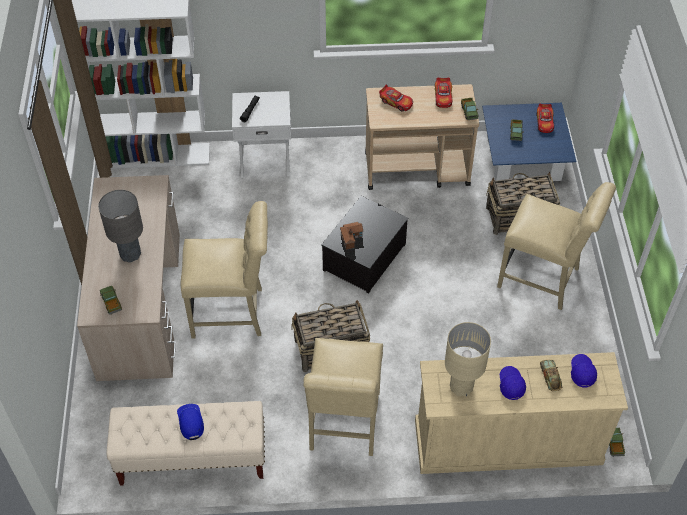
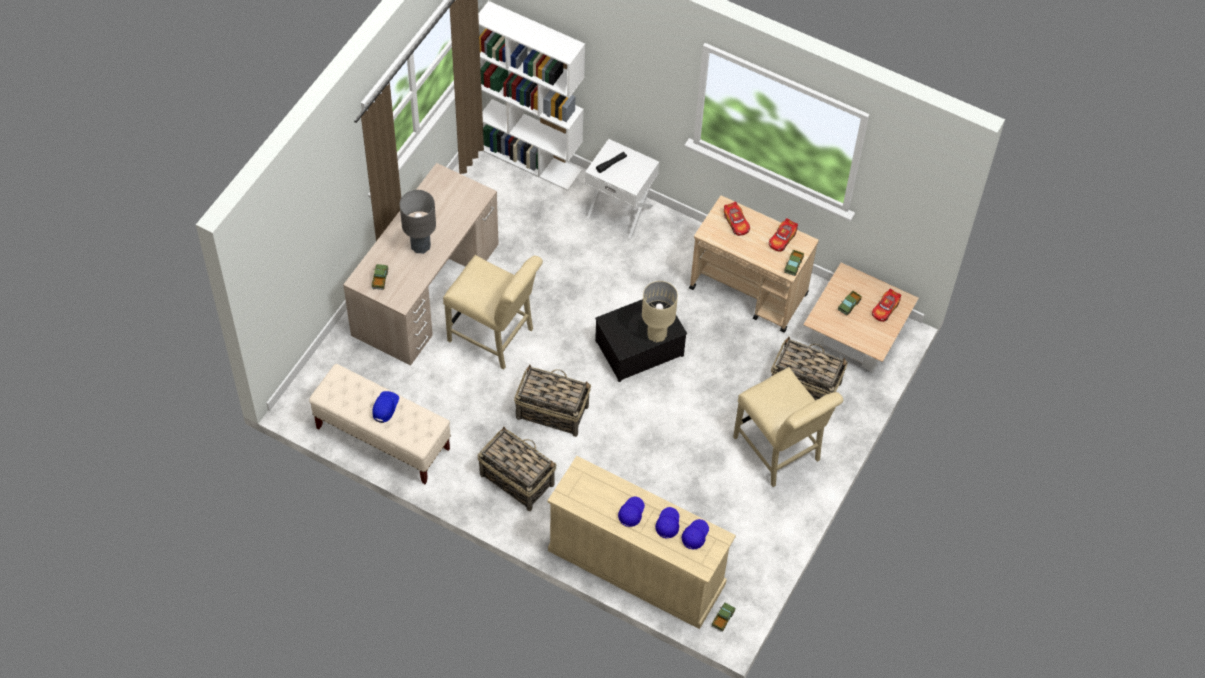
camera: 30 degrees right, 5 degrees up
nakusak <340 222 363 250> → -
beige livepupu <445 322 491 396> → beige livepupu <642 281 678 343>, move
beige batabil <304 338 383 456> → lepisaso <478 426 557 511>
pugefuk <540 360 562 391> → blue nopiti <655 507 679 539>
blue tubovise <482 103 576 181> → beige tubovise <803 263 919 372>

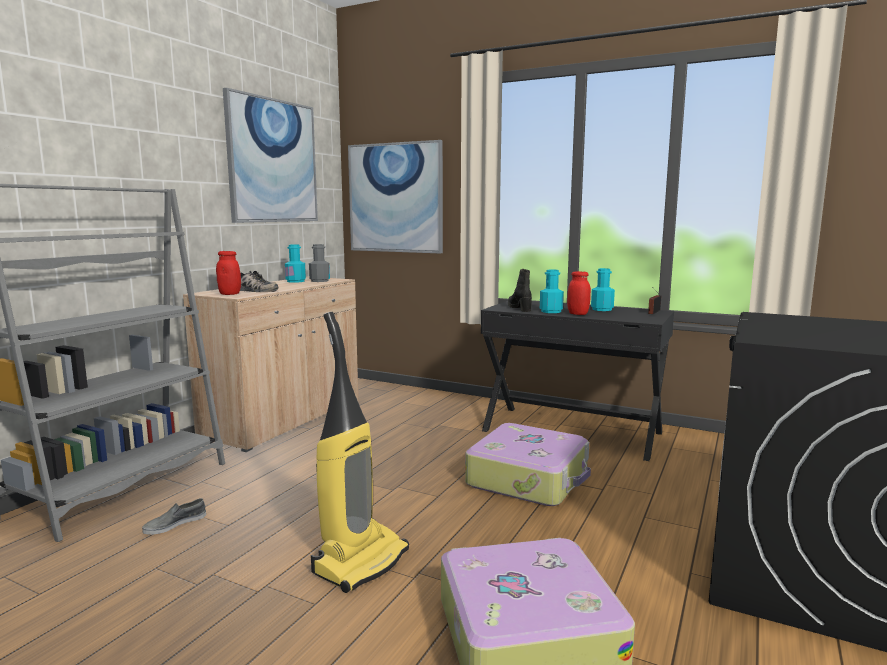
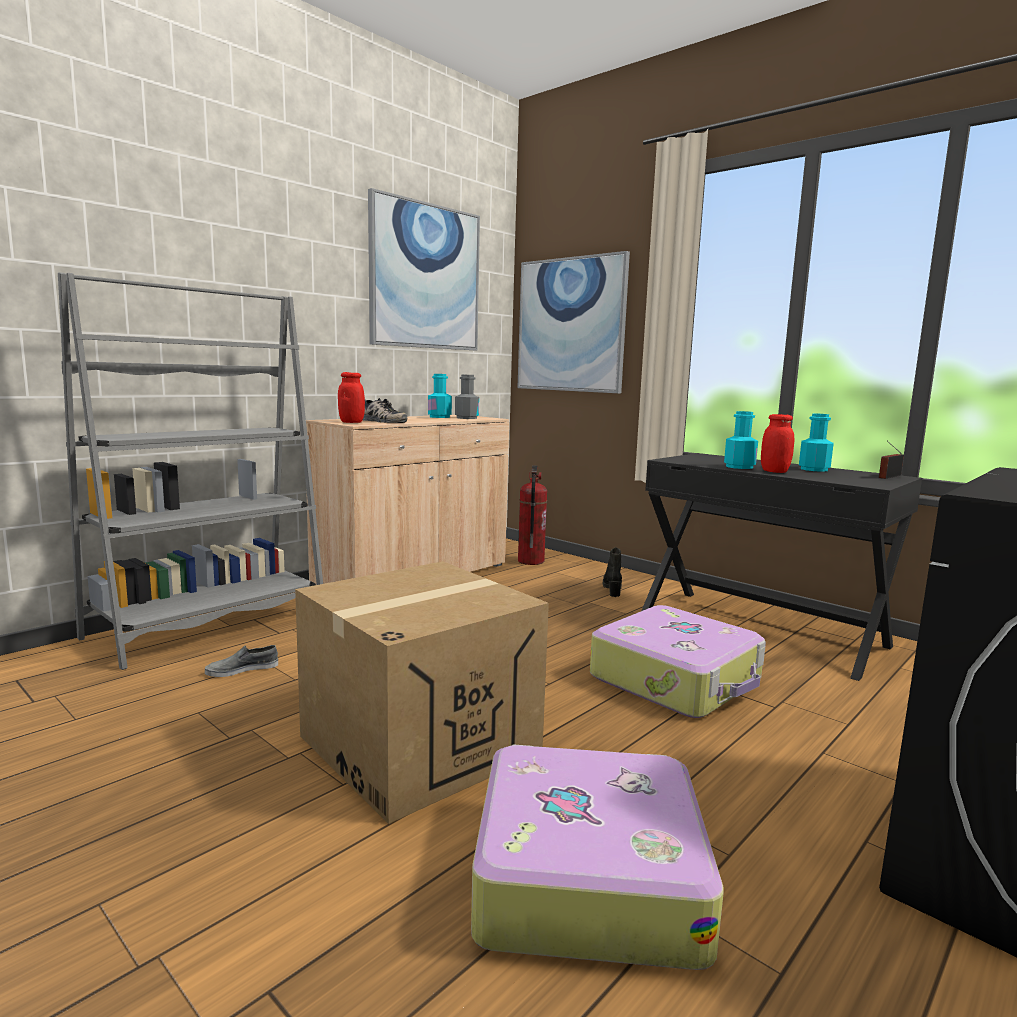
camera: 15 degrees right, 0 degrees up
- → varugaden <518 465 547 565>
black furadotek <508 269 532 312> → black furadotek <603 547 622 597>, move
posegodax <311 312 409 593> → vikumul <295 561 549 824>

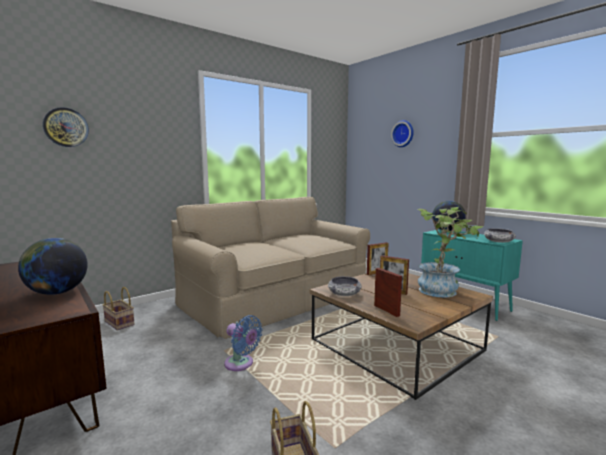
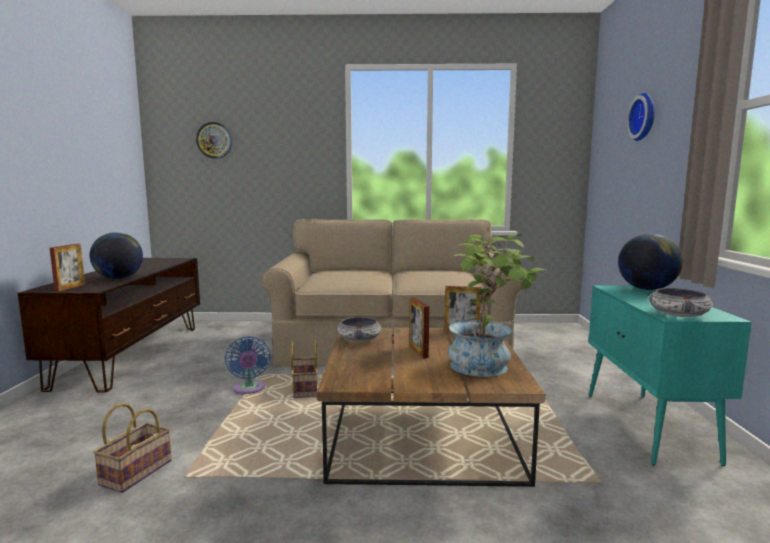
camera: 40 degrees right, 0 degrees up
lepisaso <102 287 135 331> → lepisaso <291 341 318 398>, move
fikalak <374 268 402 317> → fikalak <50 244 85 292>, move

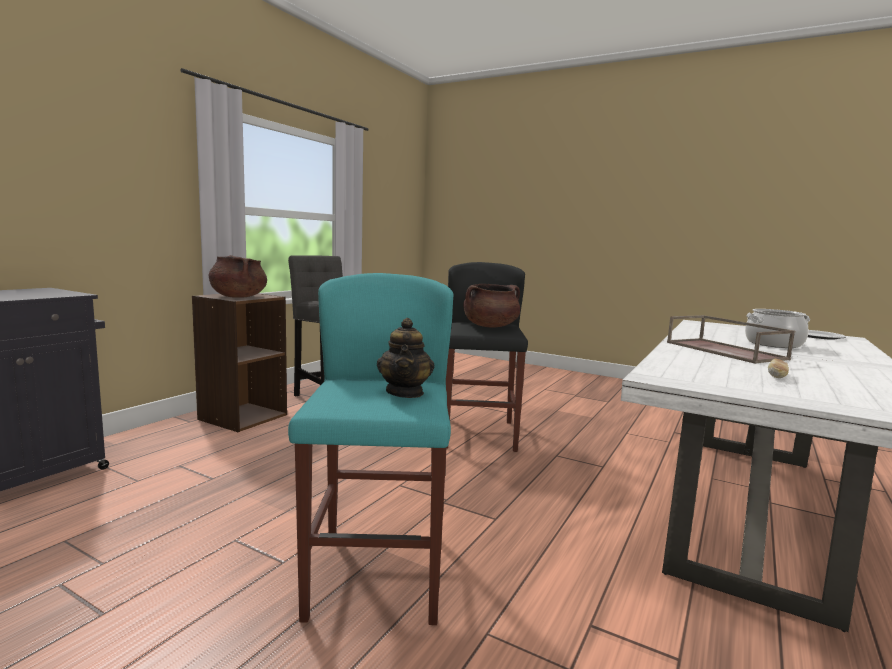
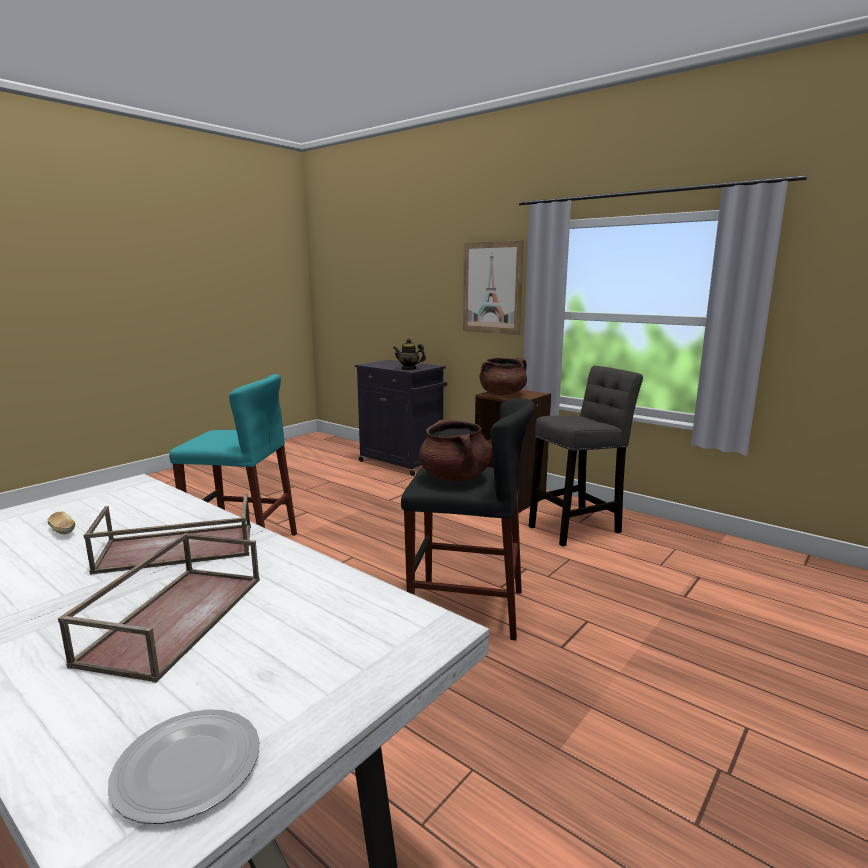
camera: 100 degrees right, 5 degrees up
- → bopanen <463 240 524 335>
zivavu <377 318 434 398> → zivavu <393 339 426 370>, move
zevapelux <745 309 810 348> → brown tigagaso <58 533 260 683>

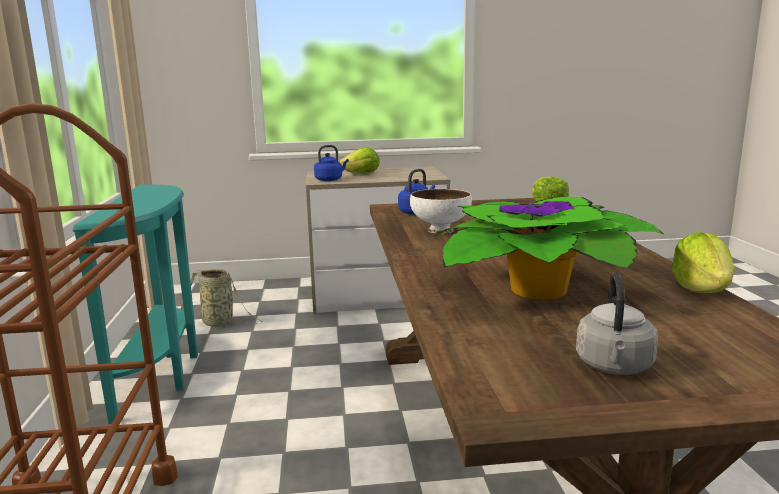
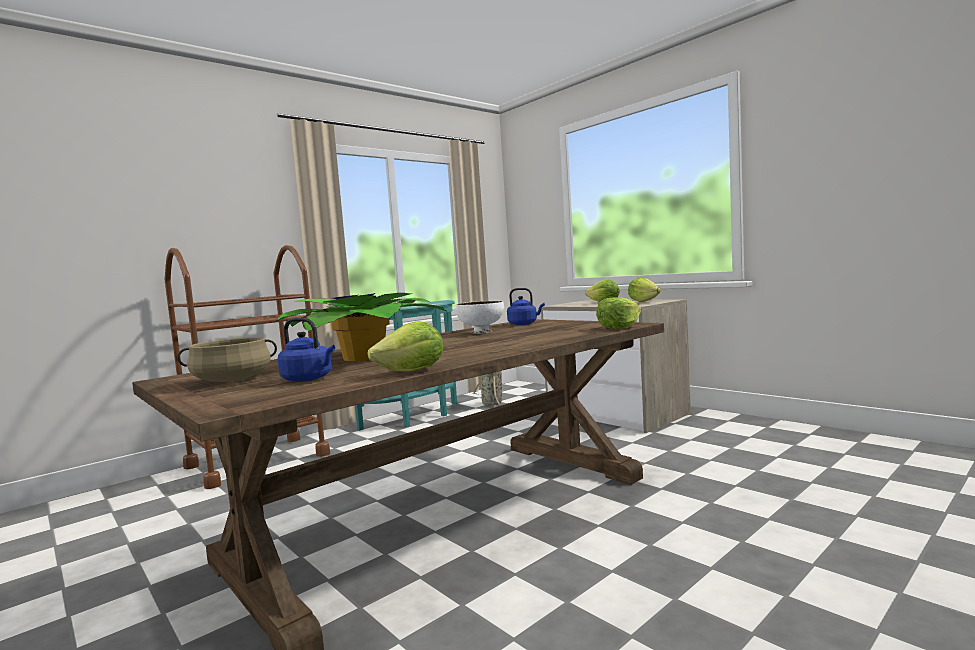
camera: 55 degrees right, 10 degrees down
- → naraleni <628 278 661 302>
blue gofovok <314 145 349 181> → blue gofovok <278 318 335 382>, move
grey gofovok <576 272 658 375> → beige zevapelux <177 337 277 382>

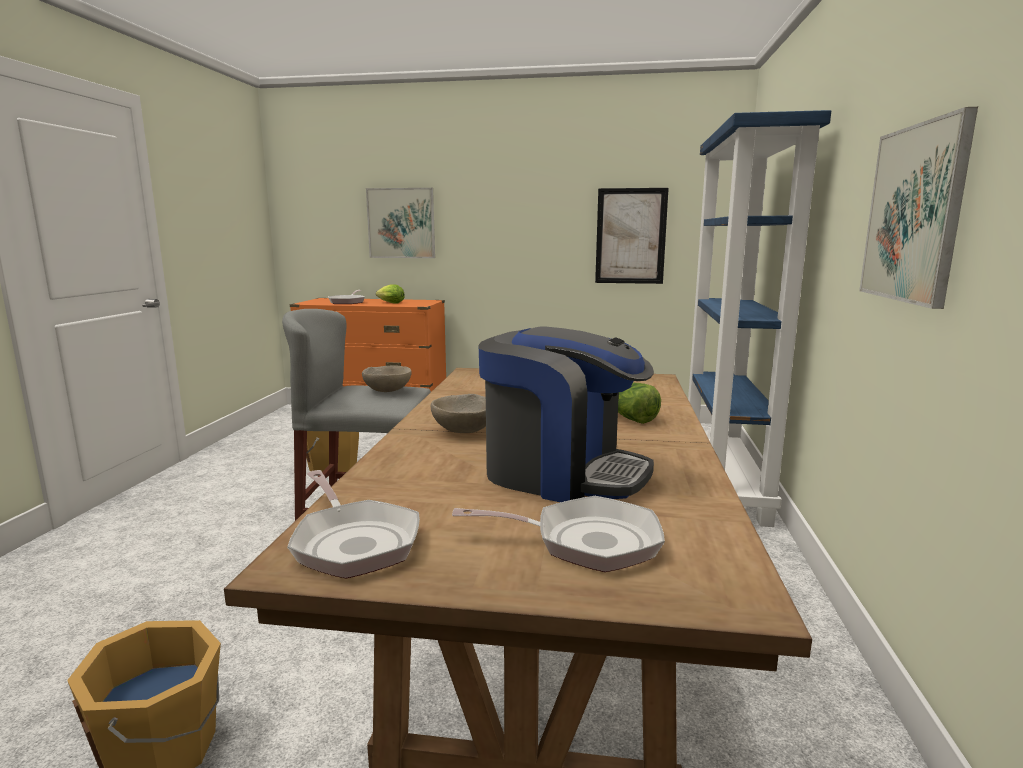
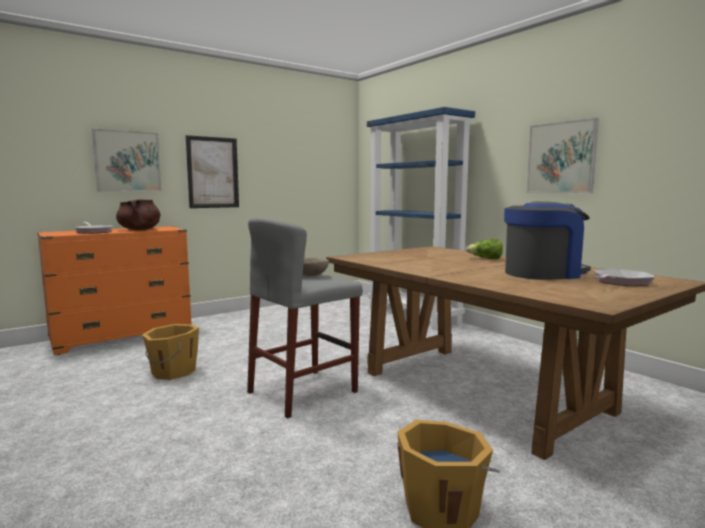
camera: 45 degrees left, 5 degrees down
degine <287 470 420 579> → -
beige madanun <431 394 486 433> → -
bopanen <595 188 669 284> → bopanen <186 135 239 208>, move
naraleni <376 284 405 304> → brown zevapelux <116 199 160 230>

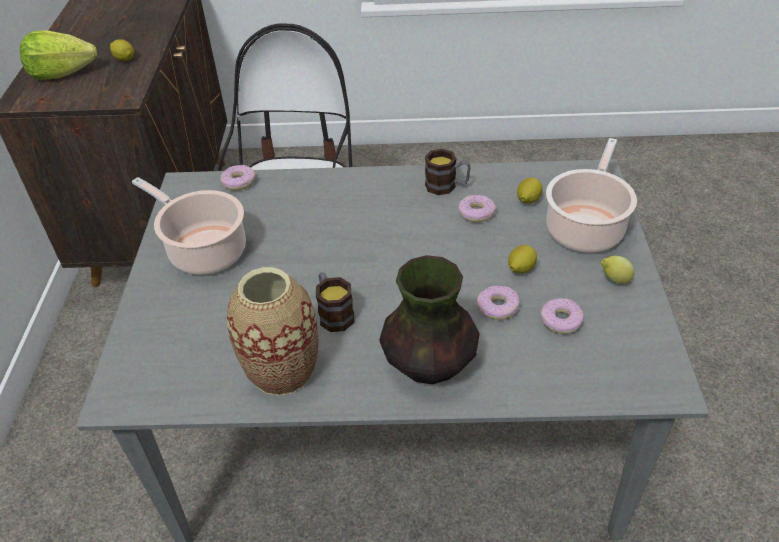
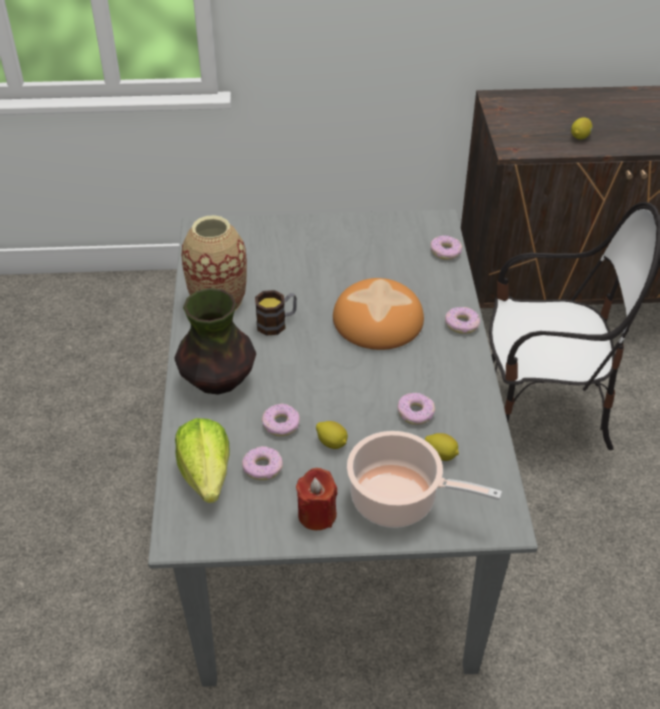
camera: 85 degrees right, 0 degrees up
zevapelux <132 177 246 275> → -
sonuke <425 149 471 195> → -
- → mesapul <333 278 424 350>
- → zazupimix <445 307 480 334>
naraleni <20 30 97 80> → naraleni <175 418 230 503>, move
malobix <601 256 635 284> → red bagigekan <296 468 337 530>

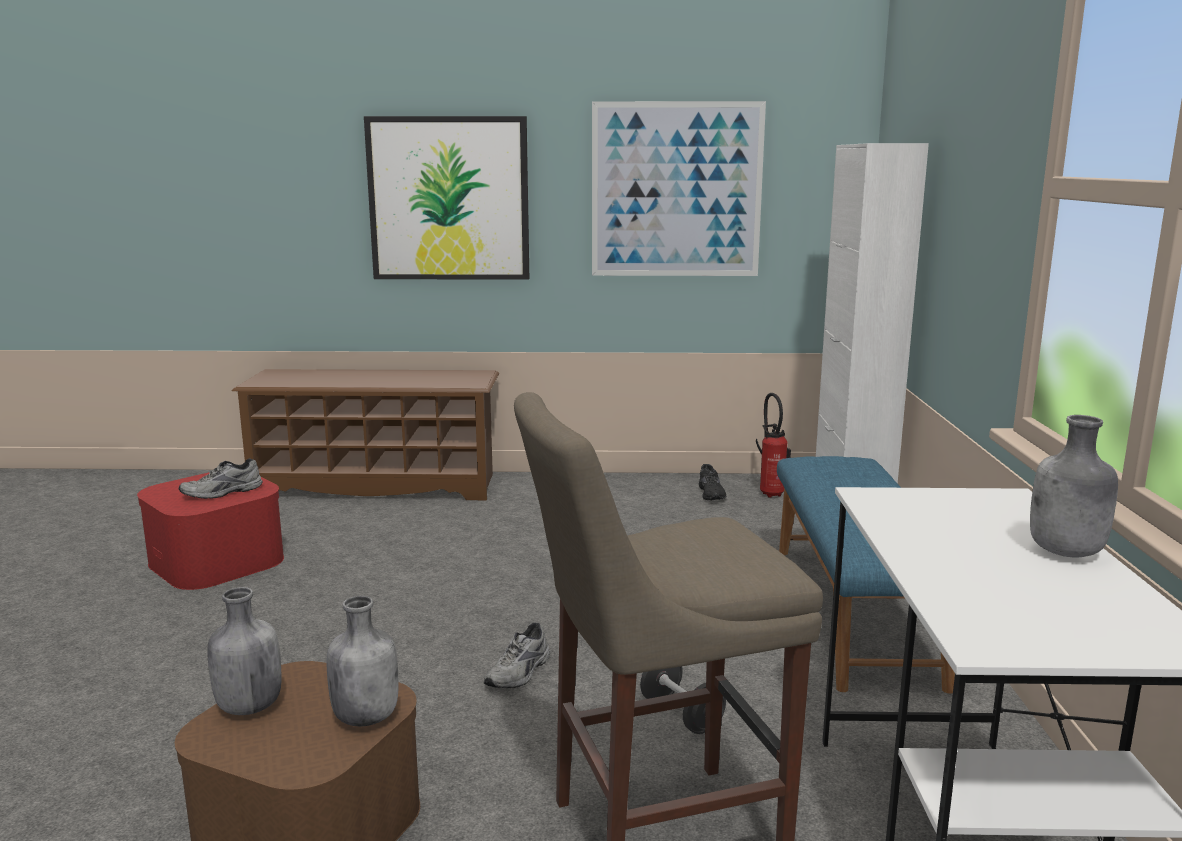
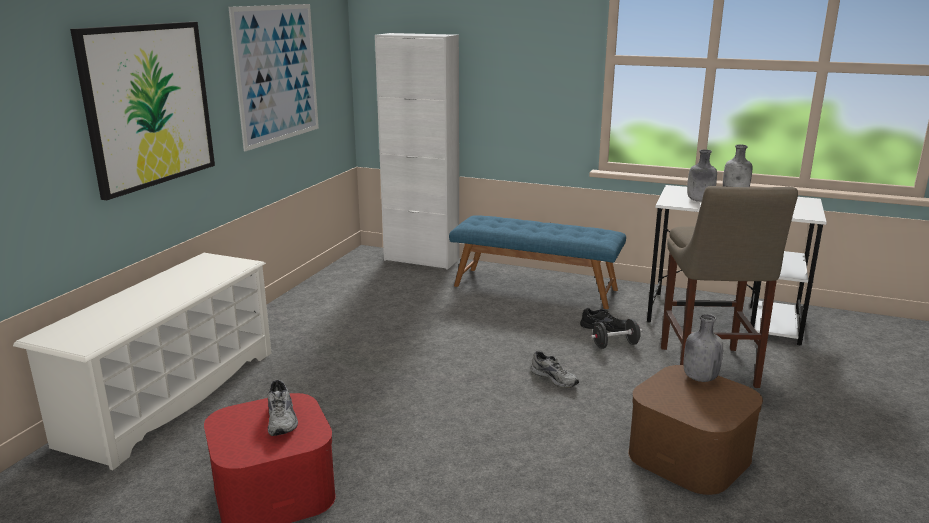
camera: 70 degrees left, 5 degrees up
varugaden <756 393 791 498> → -
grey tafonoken <207 587 282 715> → grey tafonoken <687 149 717 202>, move
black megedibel <699 464 726 501> → black megedibel <580 308 627 332>, move
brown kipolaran <232 369 499 501> → white kipolaran <13 253 272 470>

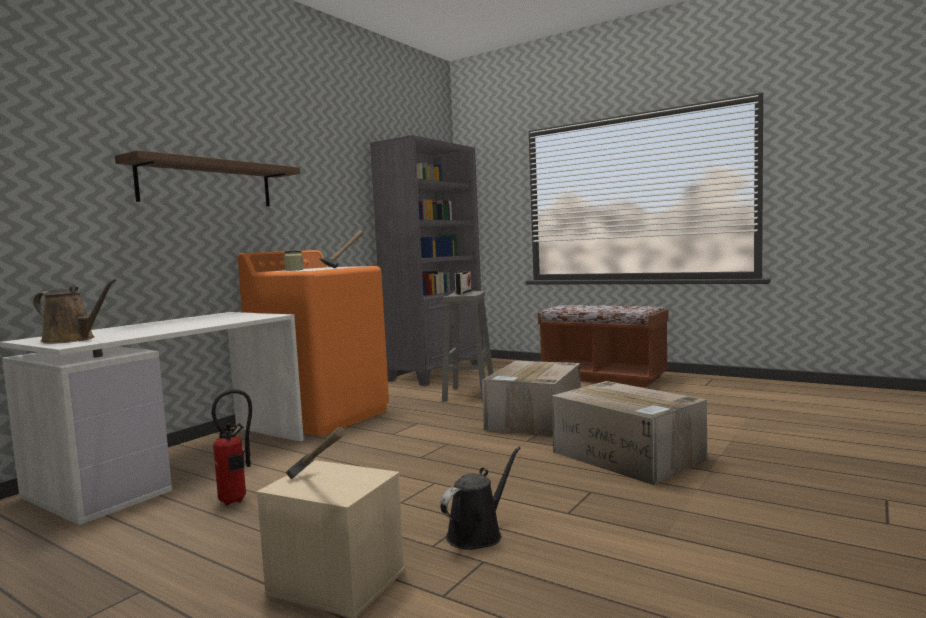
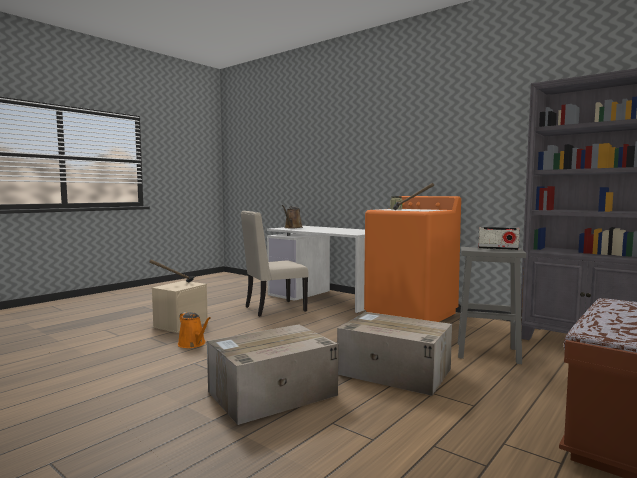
camera: 95 degrees right, 0 degrees up
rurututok <115 150 300 206> → -
varugaden <212 390 252 505> → beige batabil <241 211 309 317>
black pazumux <440 447 521 550> → orange pazumux <178 312 211 348>

